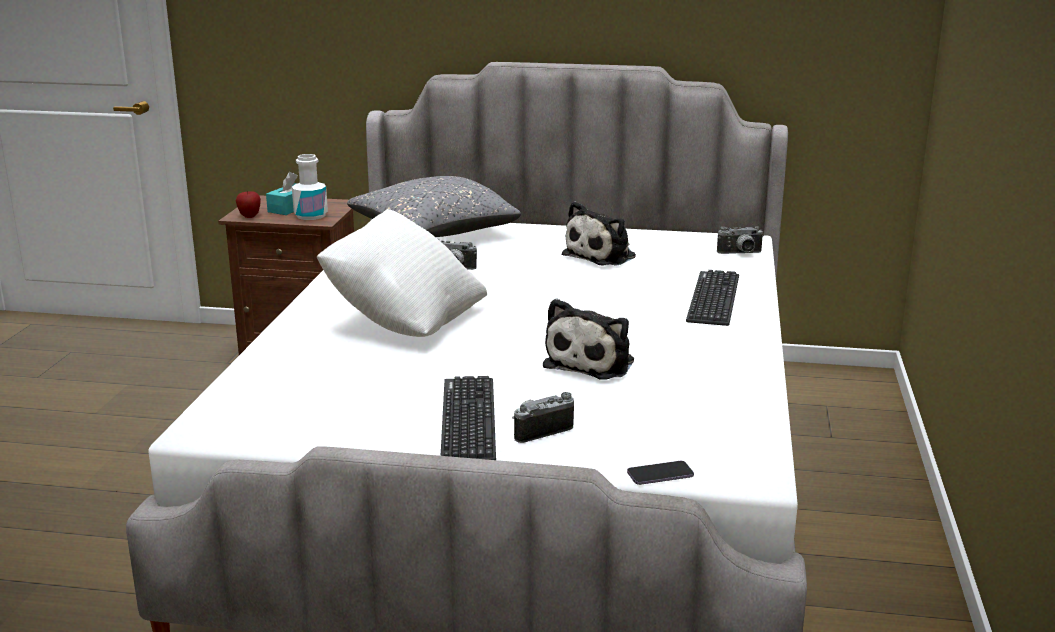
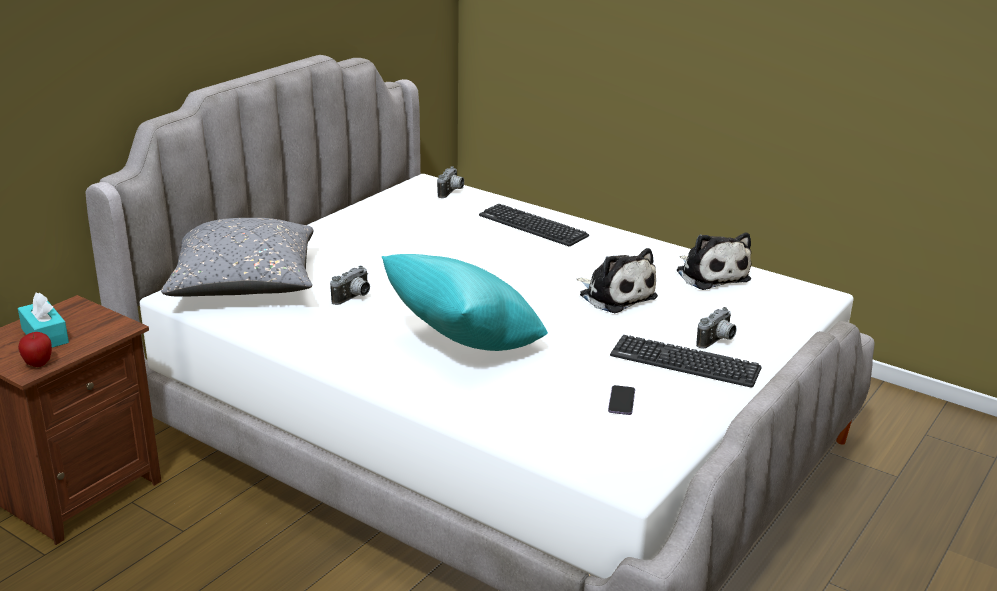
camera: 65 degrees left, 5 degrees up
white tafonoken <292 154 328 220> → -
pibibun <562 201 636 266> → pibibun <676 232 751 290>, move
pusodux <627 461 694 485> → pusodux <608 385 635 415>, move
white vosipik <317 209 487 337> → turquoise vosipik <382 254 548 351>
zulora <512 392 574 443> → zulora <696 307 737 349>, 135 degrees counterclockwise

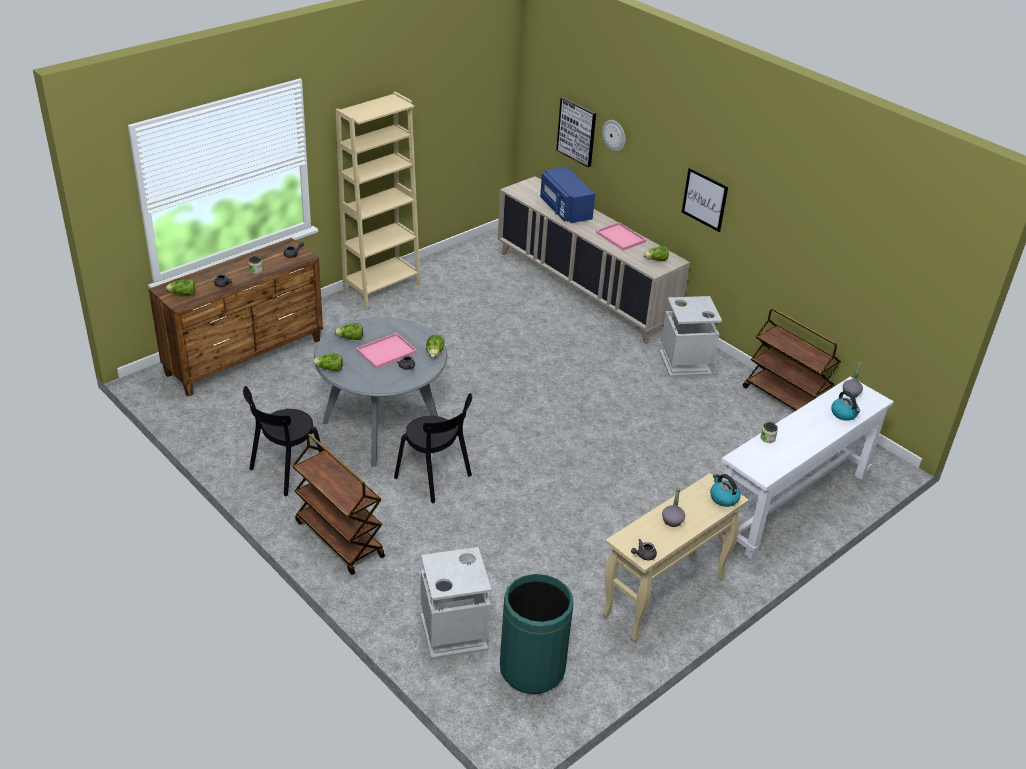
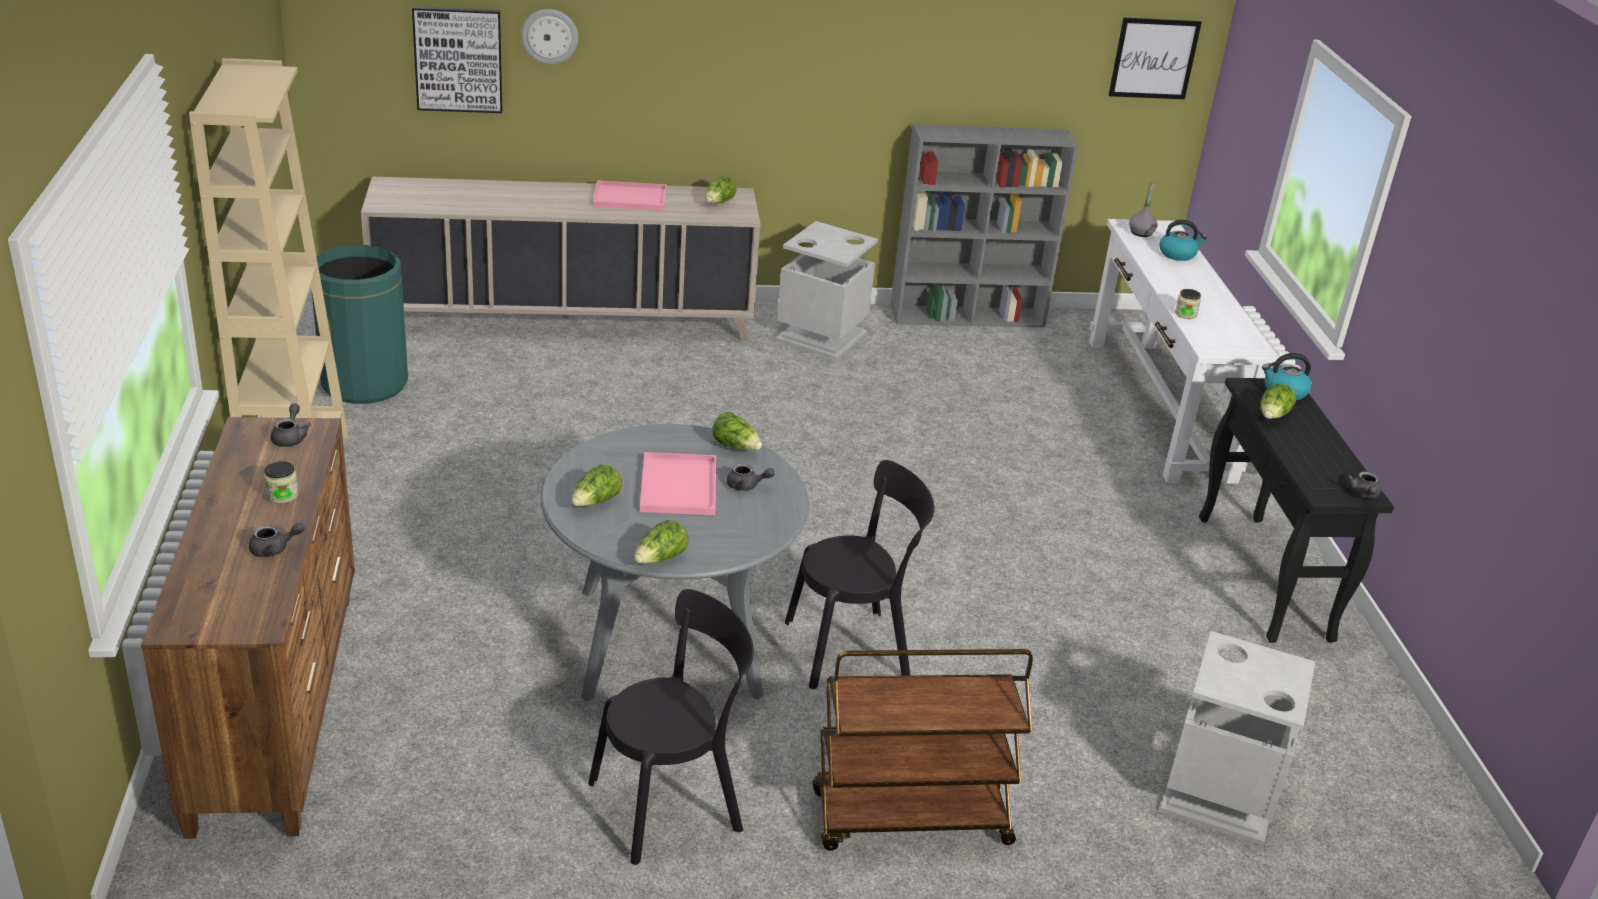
camera: 55 degrees left, 5 degrees down
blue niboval <540 166 595 223> → -
grey tafonoken <662 487 685 527> → -
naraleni <166 279 195 295> → naraleni <1260 384 1296 419>, move
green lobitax <500 574 574 694> → green lobitax <311 245 408 404>, move
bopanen <682 168 728 232> → bopanen <1108 17 1202 99>, move
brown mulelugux <743 309 841 411> → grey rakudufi <890 124 1079 327>
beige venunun <602 473 749 642> → black venunun <1199 378 1394 643>
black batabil <243 386 322 496> → black batabil <588 589 754 865>, 105 degrees counterclockwise

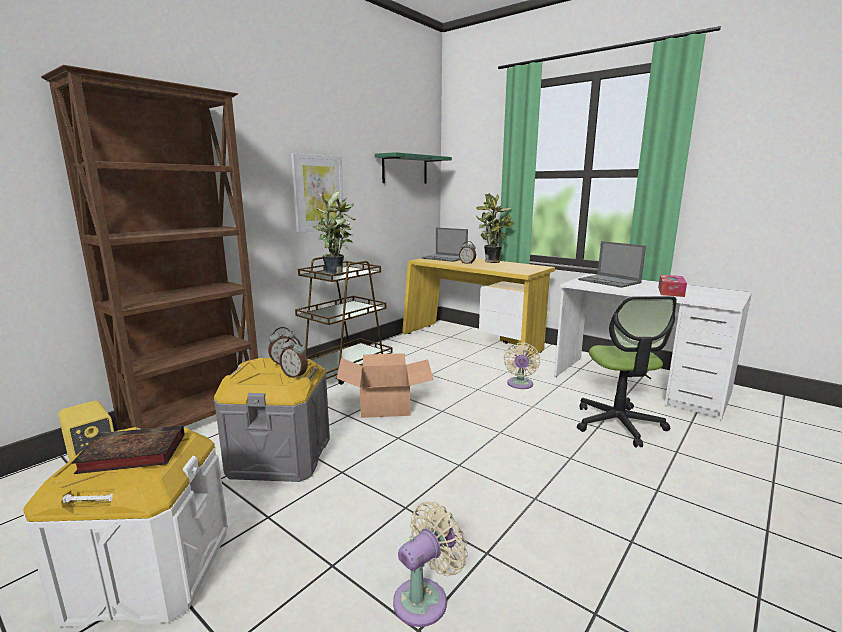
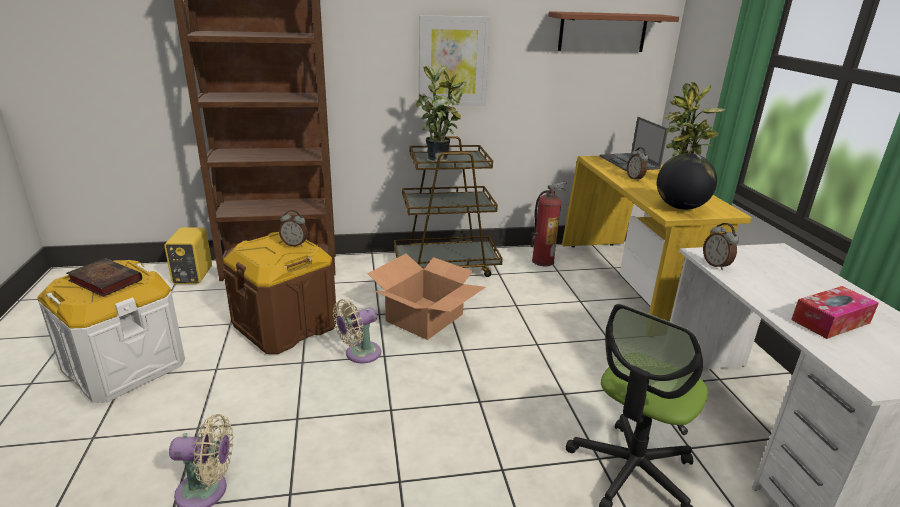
camera: 40 degrees right, 10 degrees up
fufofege <578 241 646 288> → -
- → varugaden <531 182 567 266>
- → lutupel <657 153 717 210>
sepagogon <279 337 308 379> → sepagogon <703 223 739 270>, move
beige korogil <504 343 540 389> → beige korogil <333 299 381 363>, move
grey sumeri <214 358 330 482> → brown sumeri <223 232 337 354>
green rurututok <375 152 452 184> → brown rurututok <548 11 679 52>

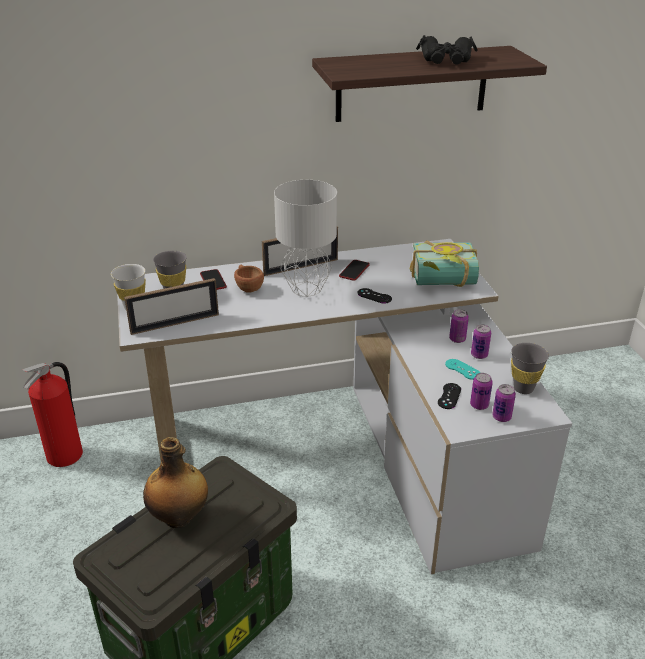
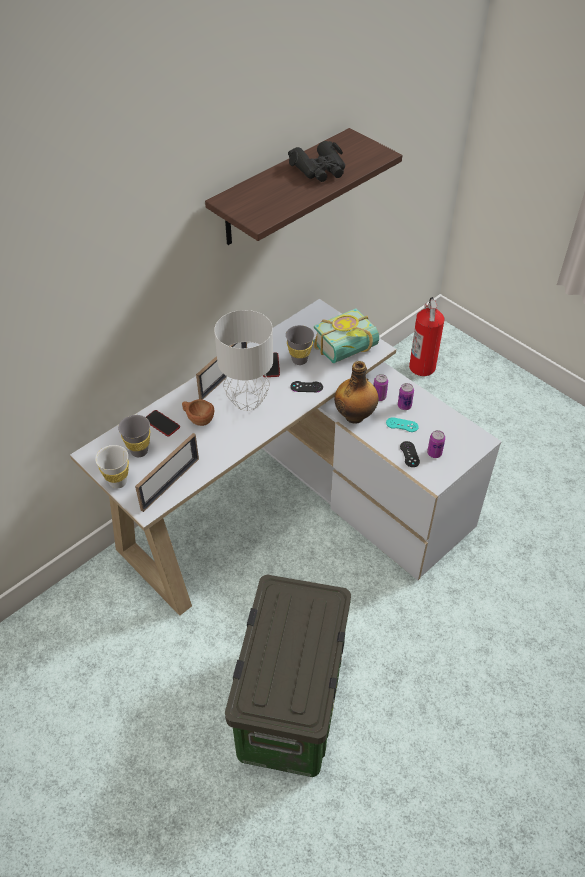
camera: 30 degrees left, 15 degrees up
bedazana <492 384 516 422> → -
varugaden <22 362 83 467> → varugaden <409 297 444 376>, move
tafonoken <143 437 208 528> → tafonoken <334 361 379 424>, move
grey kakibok <511 343 549 394> → grey kakibok <286 325 314 365>, move

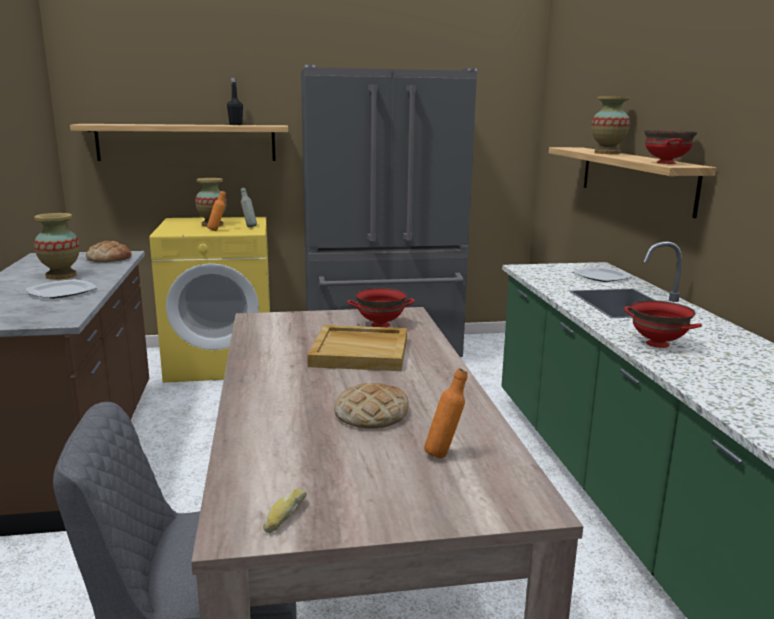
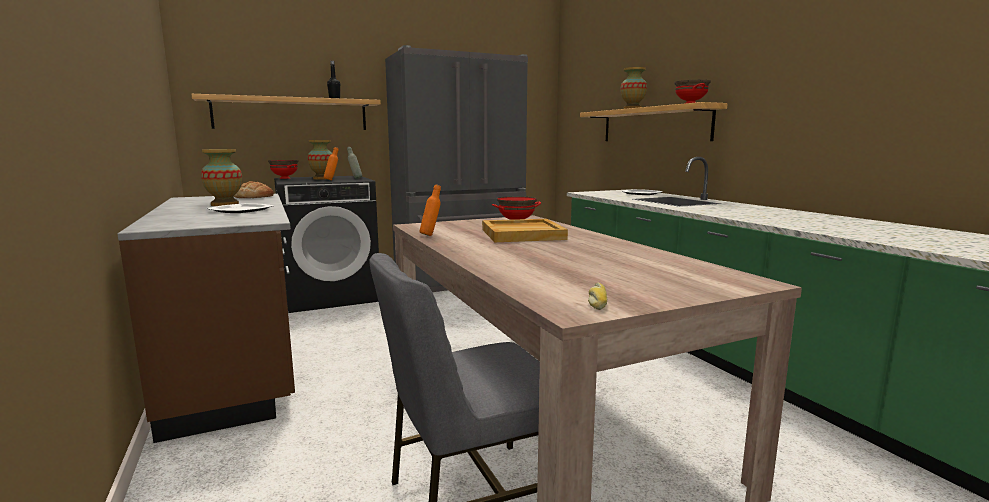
camera: 15 degrees left, 5 degrees down
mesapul <334 383 409 428> → -
orange tafonoken <424 368 468 458> → orange tafonoken <420 185 441 236>, move
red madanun <624 300 702 348> → red madanun <268 160 299 179>, move
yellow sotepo <149 217 270 383> → black sotepo <274 176 379 313>

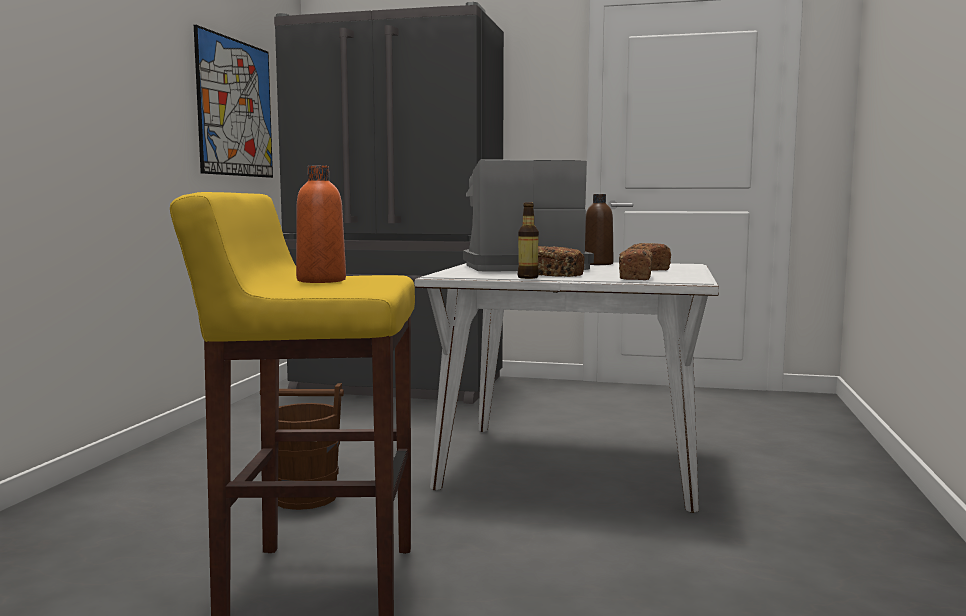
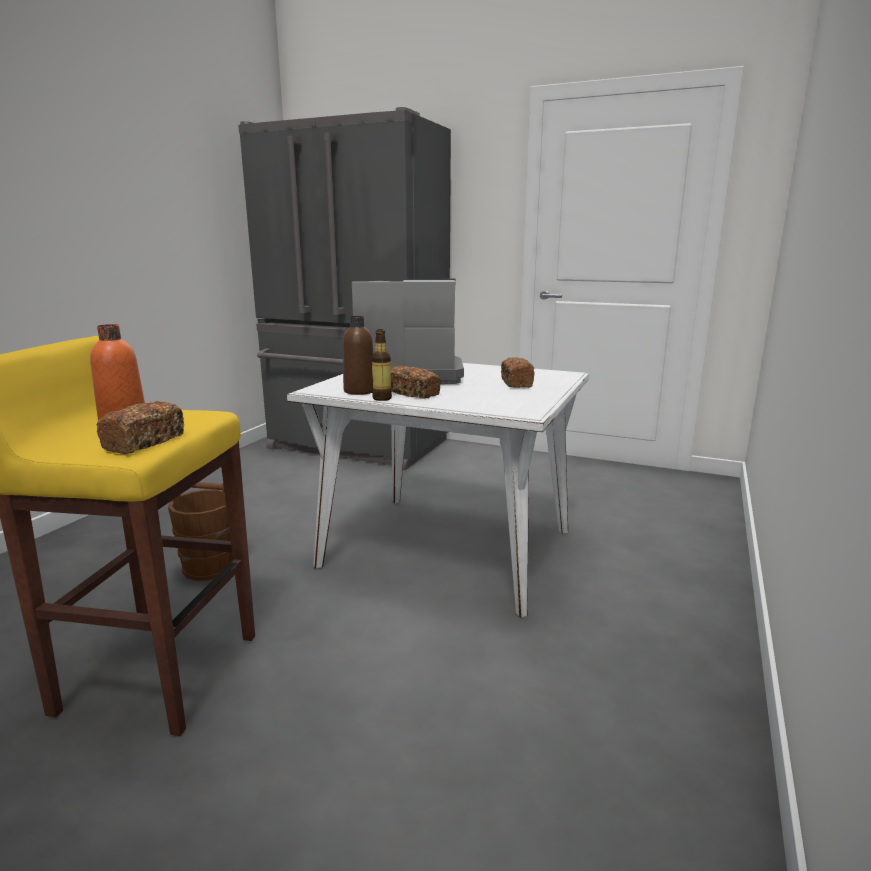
camera: 10 degrees right, 10 degrees up
bopanen <194 25 273 178> → -
brown tafonoken <585 194 613 265> → brown tafonoken <343 316 373 395>, move
mesapul <619 248 652 280> → mesapul <96 401 184 454>, move

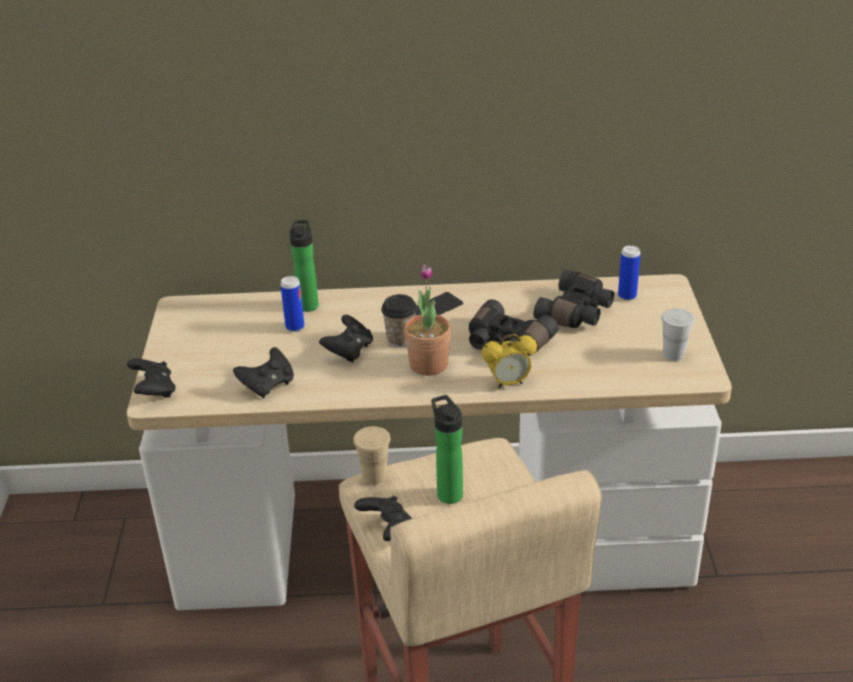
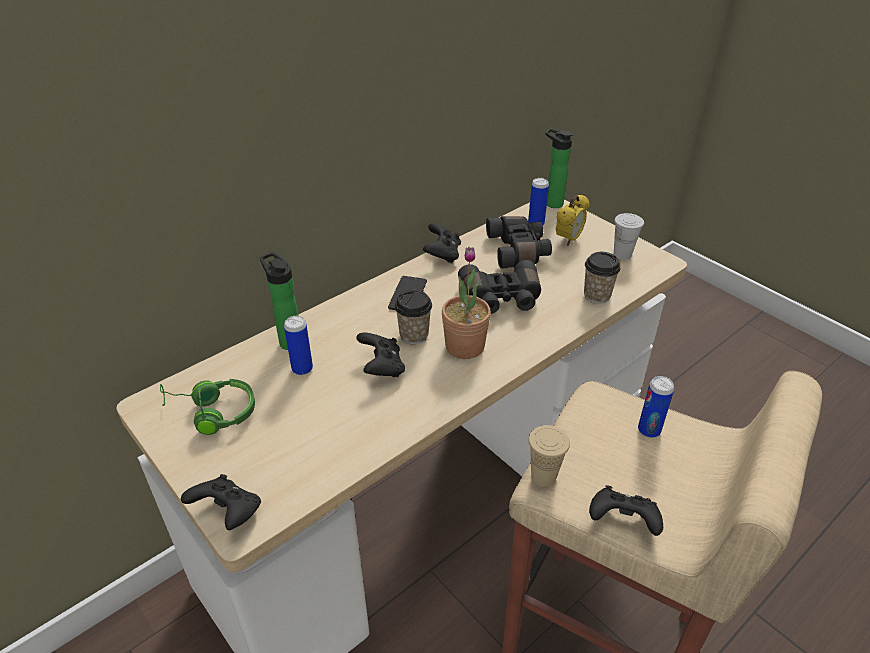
camera: 40 degrees left, 5 degrees up
- → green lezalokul <160 379 255 435>
- → kakibok <584 252 621 303>
- → bedazana <638 376 674 438>
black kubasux <233 347 294 398> → black kubasux <423 223 461 263>, move
tafonoken <431 395 463 504> → tafonoken <545 128 573 208>, move
sepagogon <482 333 537 388> → sepagogon <556 195 589 246>, move

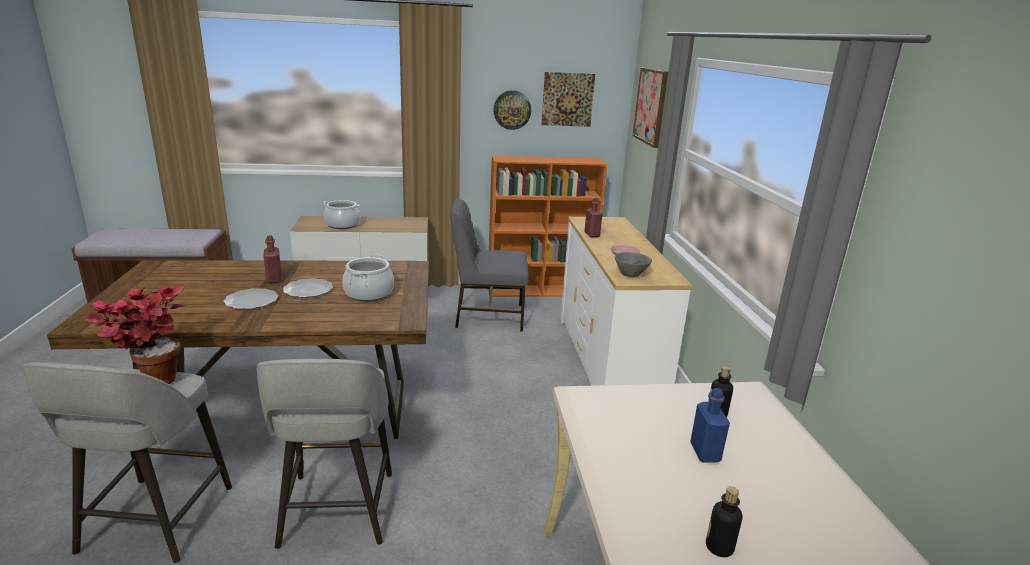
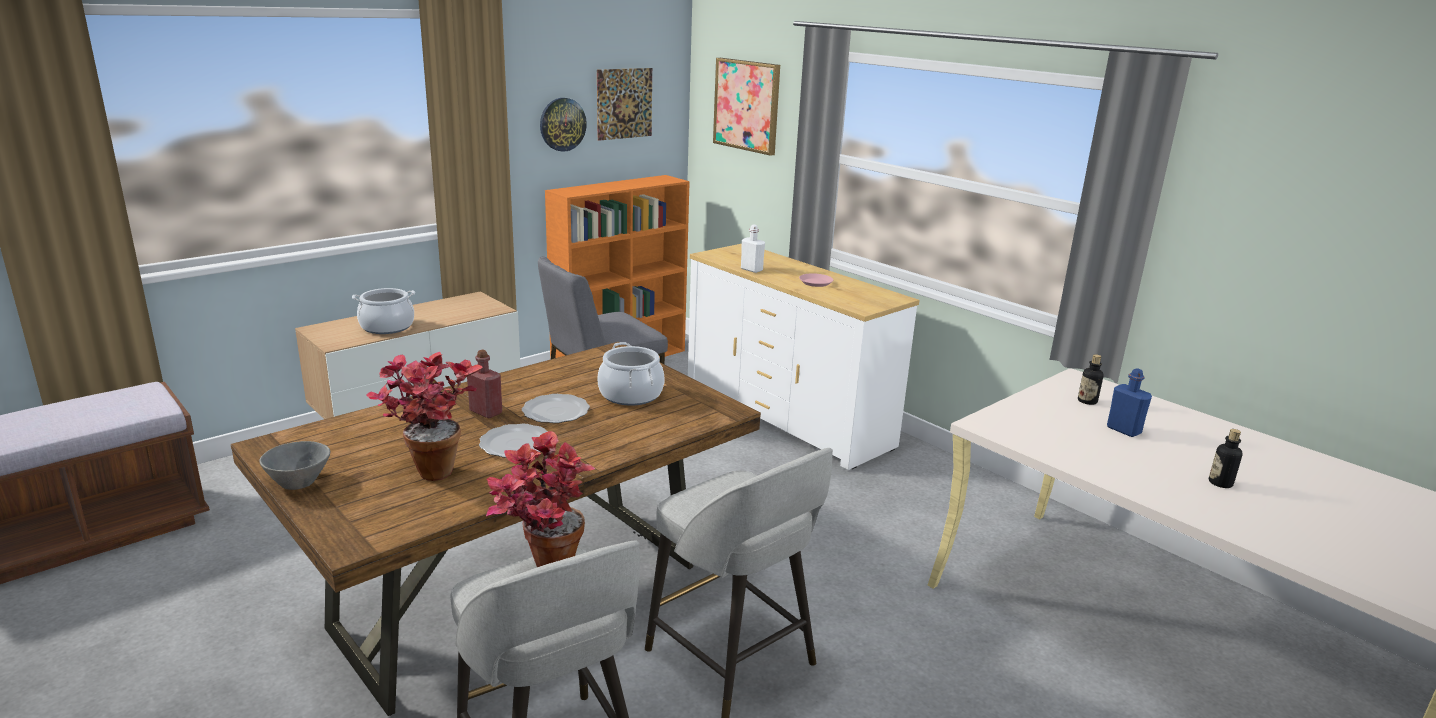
camera: 35 degrees left, 0 degrees up
- → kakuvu <367 352 483 481>
grey madanun <615 252 652 277> → grey madanun <259 441 330 490>, move
red tafonoken <584 198 602 237> → white tafonoken <741 225 765 273>

